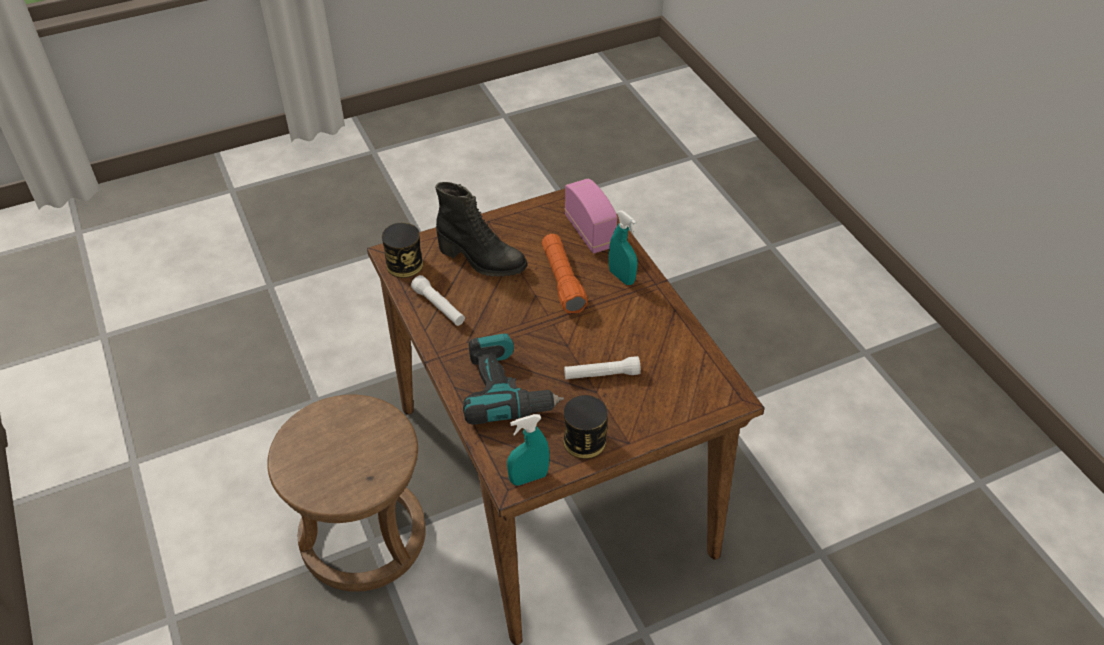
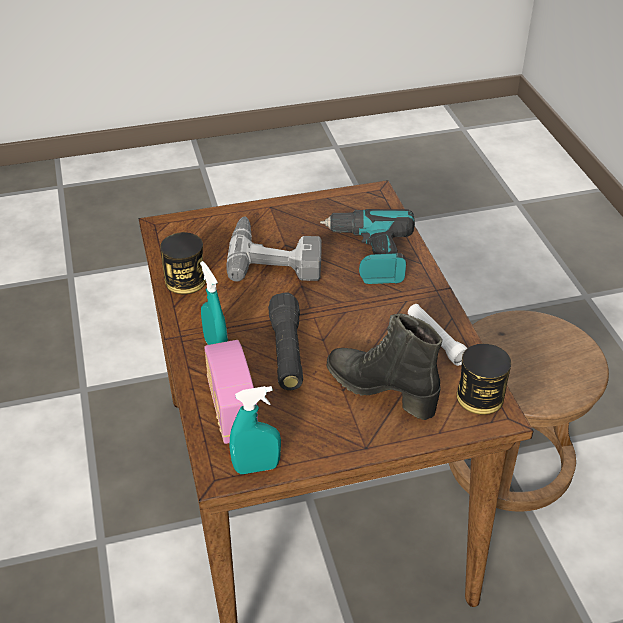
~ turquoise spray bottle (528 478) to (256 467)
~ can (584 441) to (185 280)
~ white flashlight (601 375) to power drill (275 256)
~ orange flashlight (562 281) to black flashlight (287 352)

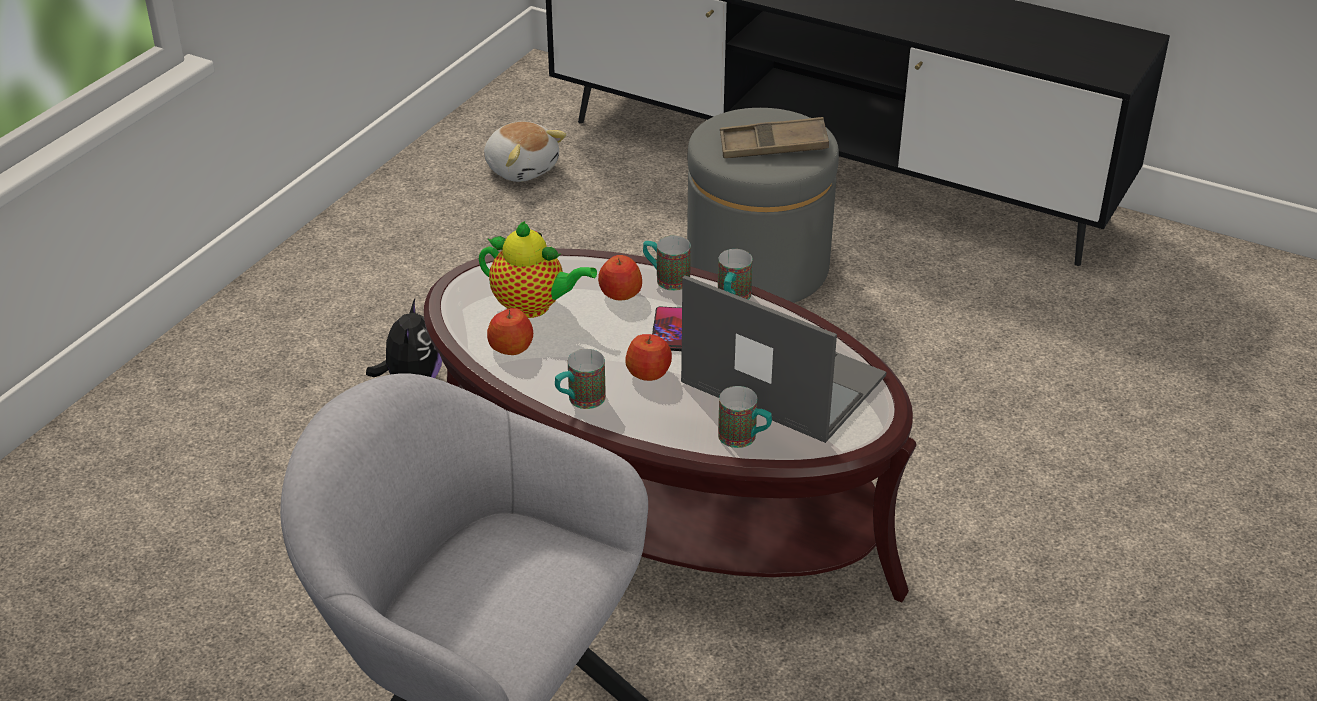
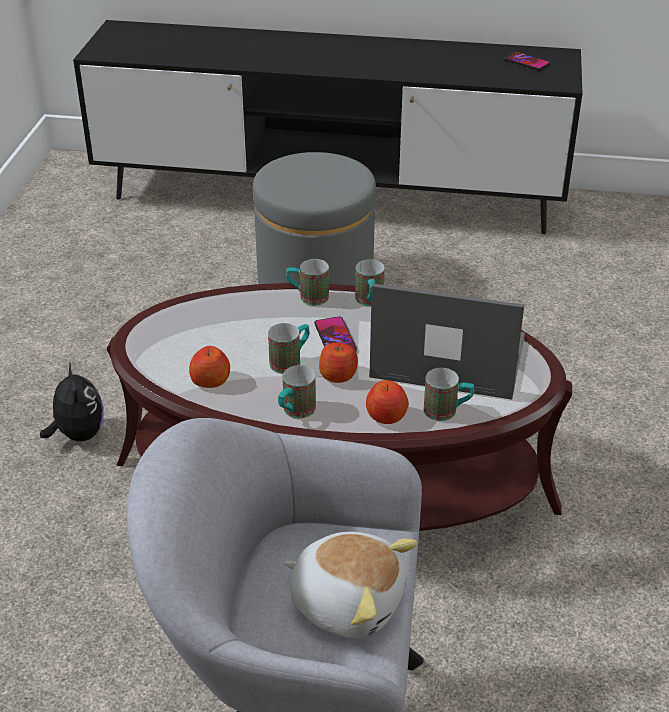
- teapot (533 307)
- brown tray (773 146)
+ mug (290 361)
+ phone (526 62)
~ plush toy (522 168) to (348 601)
~ apple (620 293) to (386 416)

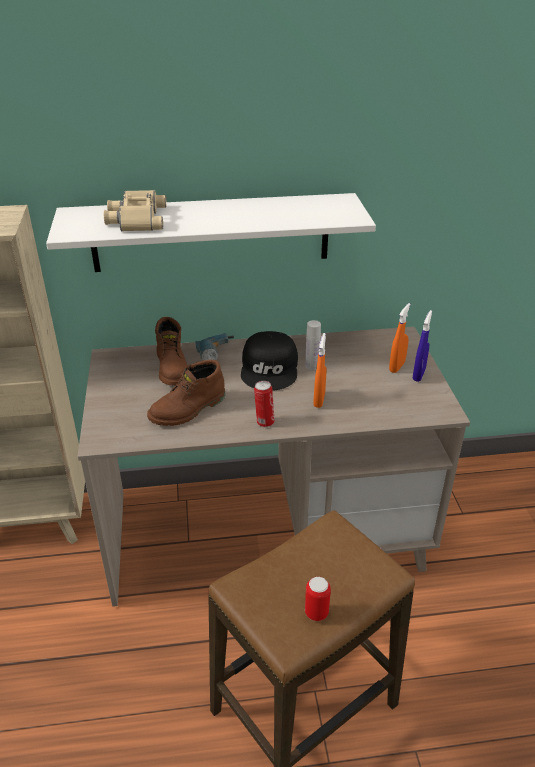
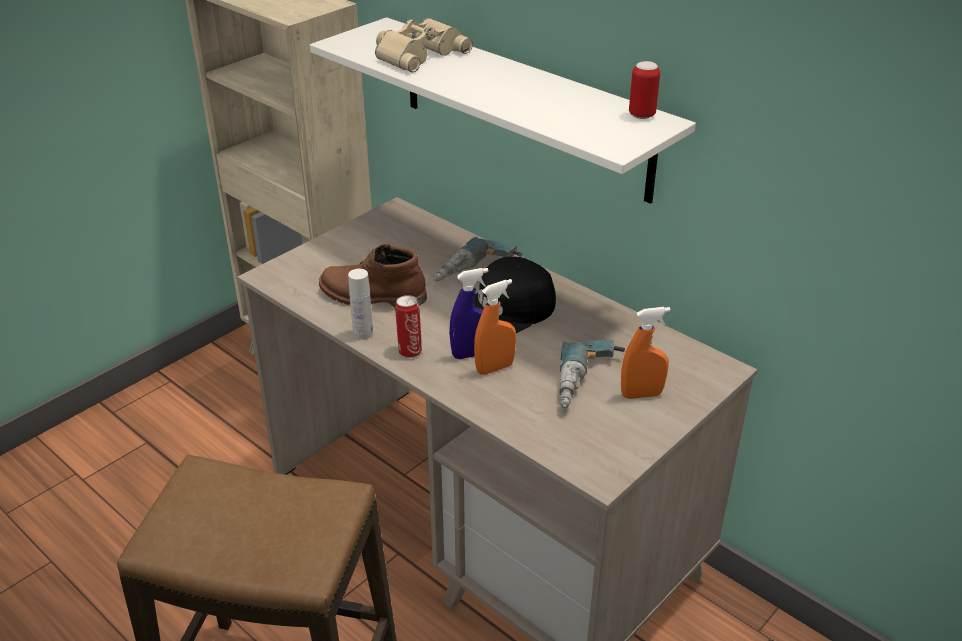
- brown boot (173 368)
+ power drill (589 384)
~ white bottle (312 366) to (363 333)
~ can (316 613) to (641 115)
~ blue spray bottle (418 375) to (471 354)

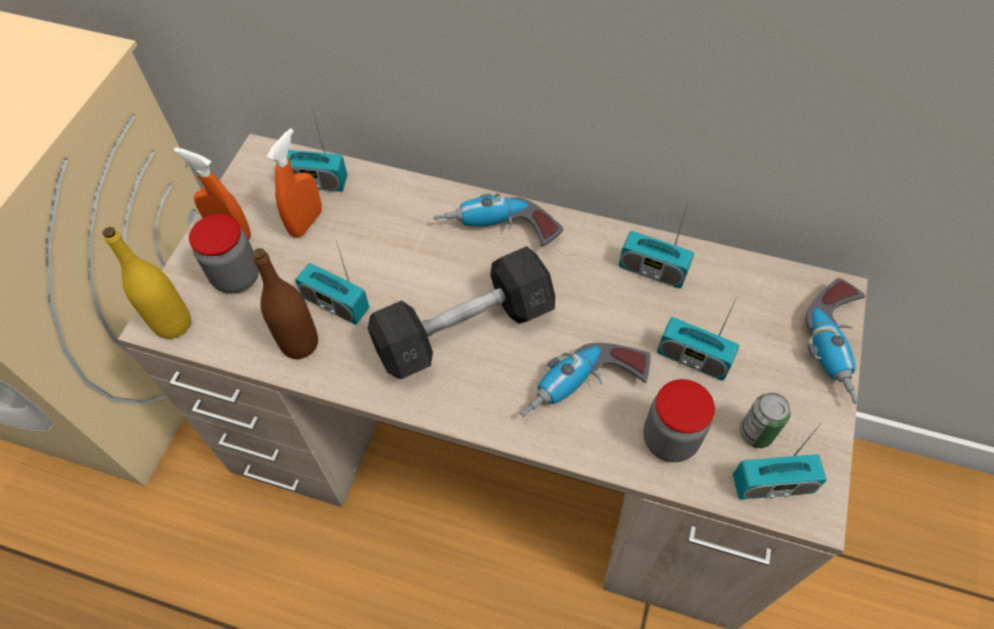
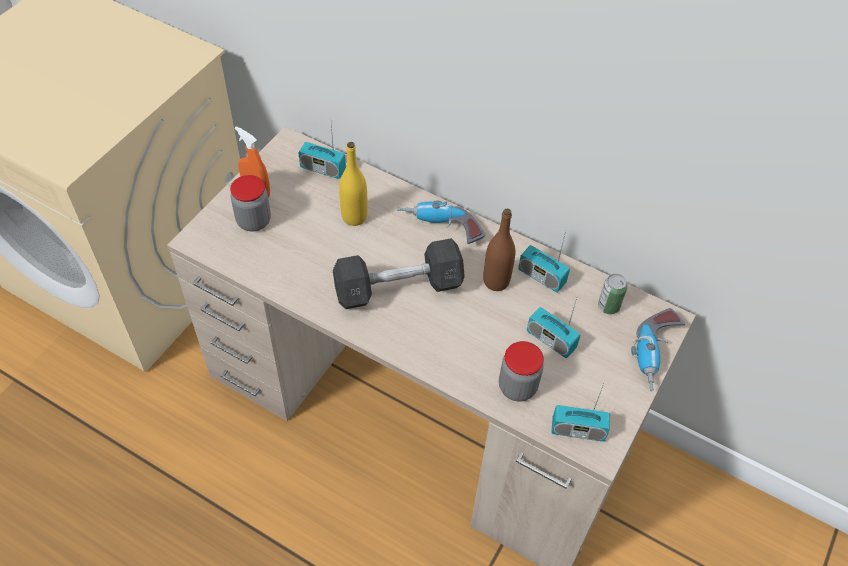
- orange spray bottle (306 223)
- radio (336 304)
- power drill (583 390)
~ yellow bottle (173 324) to (354 217)
~ brown bottle (300 343) to (496 281)
~ can (756 433) to (608 306)

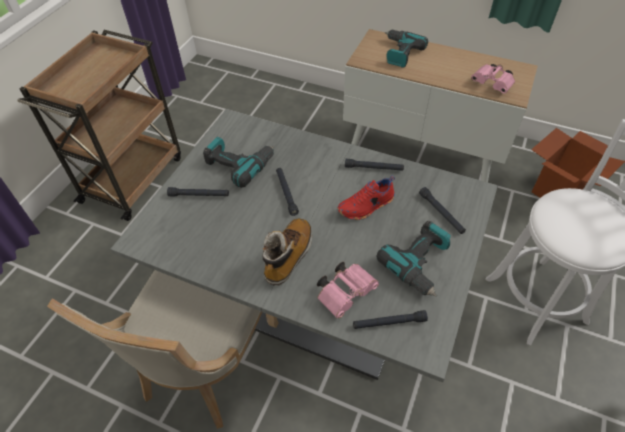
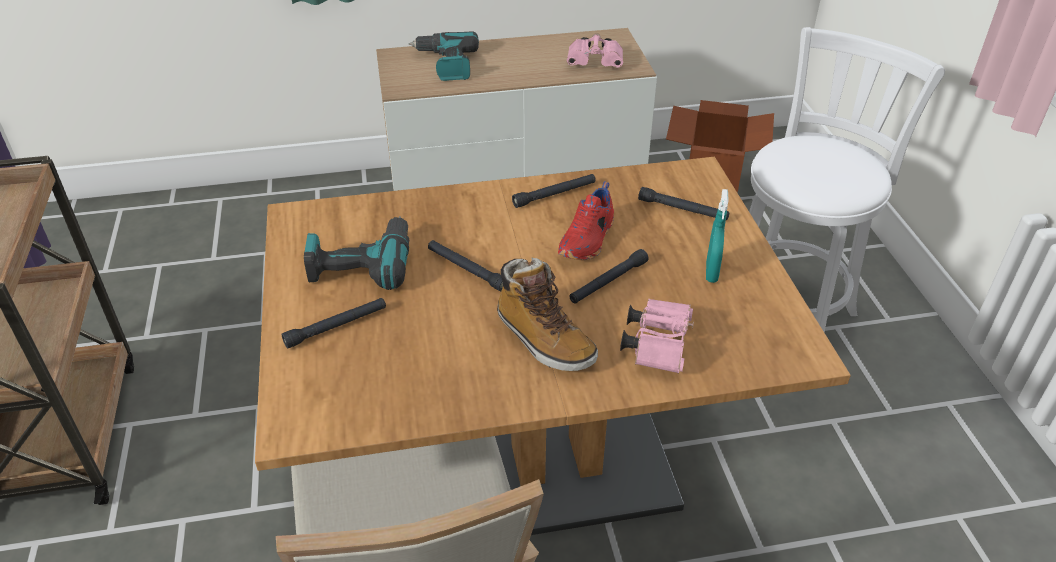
~ black flashlight (389 323) to (608 282)
~ power drill (420 264) to turquoise spray bottle (711 272)
~ grey dining table (314 309) to brown dining table (527 469)
~ boot (288 256) = (544 340) 150 degrees clockwise

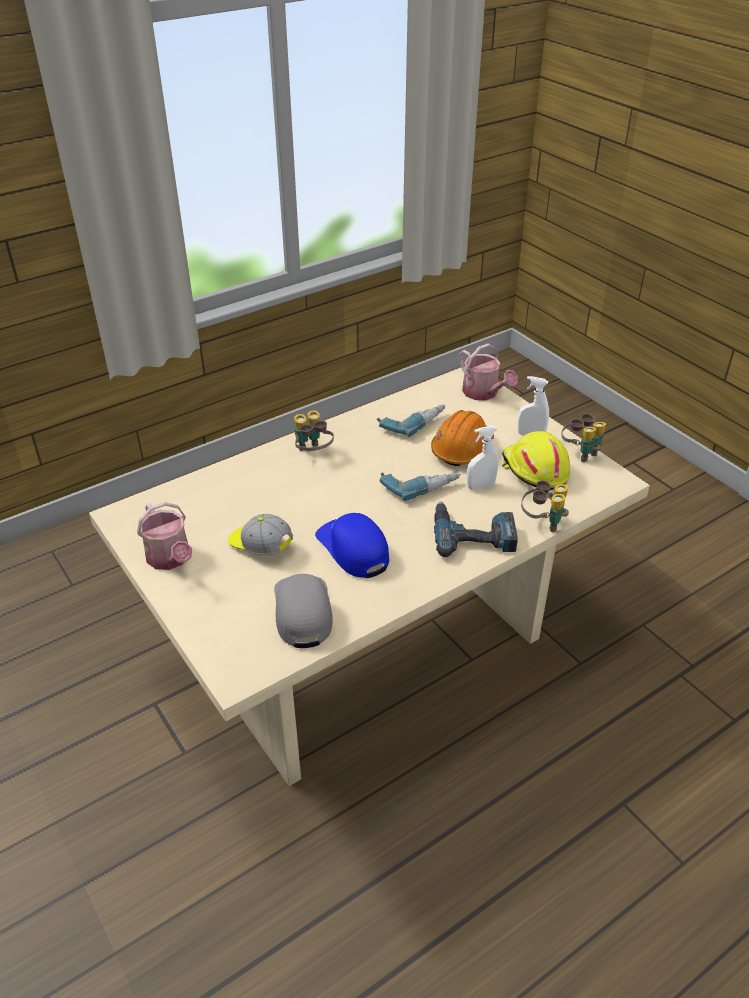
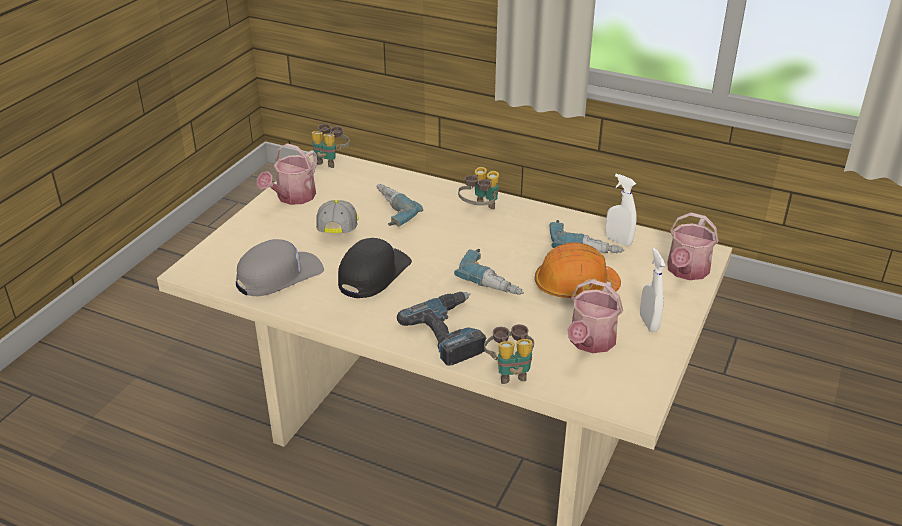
+ power drill (388 212)
~ white spray bottle (480 486) to (618 241)
~ binoculars (580 452) to (330 161)
~ yellow hard hat (534 470) to watering can (590 342)
~ blue cap (353 549) to black cap (373 274)

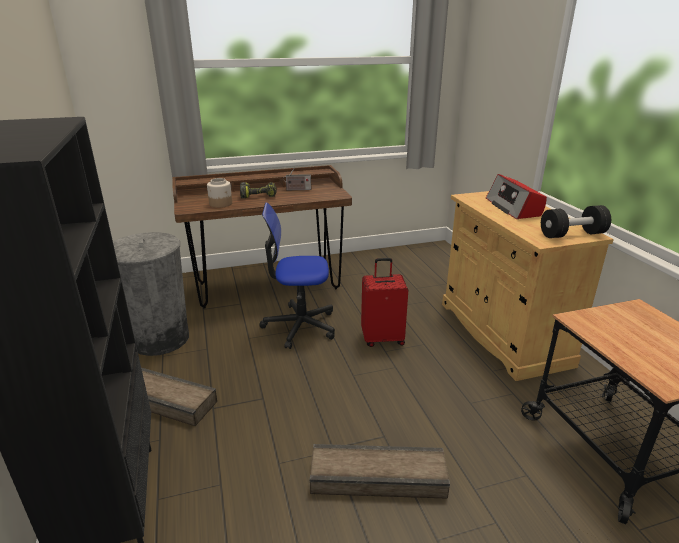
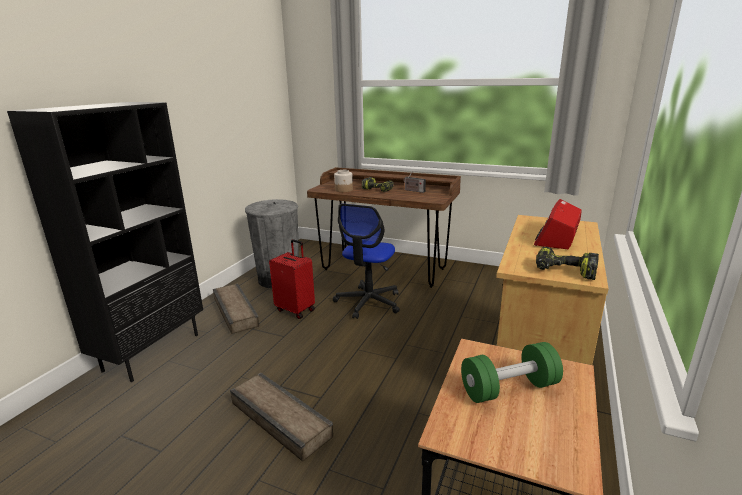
+ green dumbbell (509 388)
~ red suitcase (382 338) to (296 310)
~ black dumbbell (572 234) to power drill (564 271)
~ office chair (300 326) = (368 302) 105 degrees counterclockwise

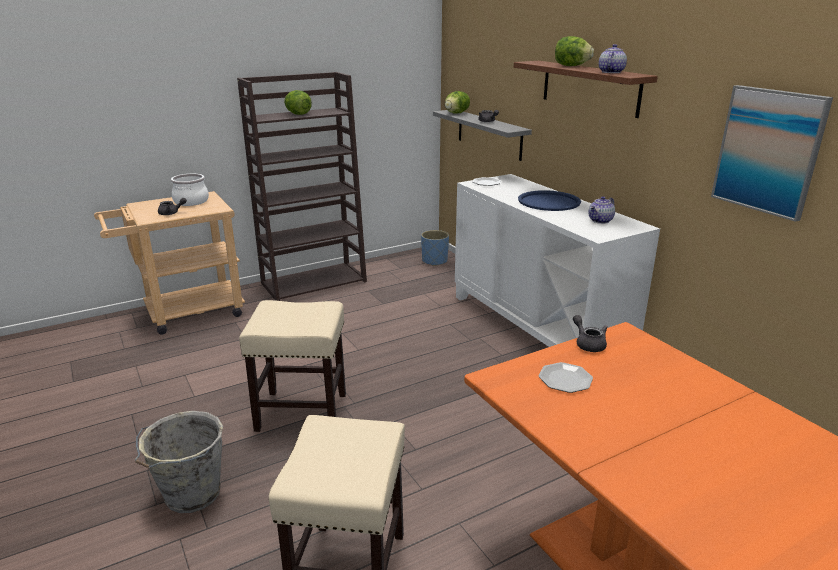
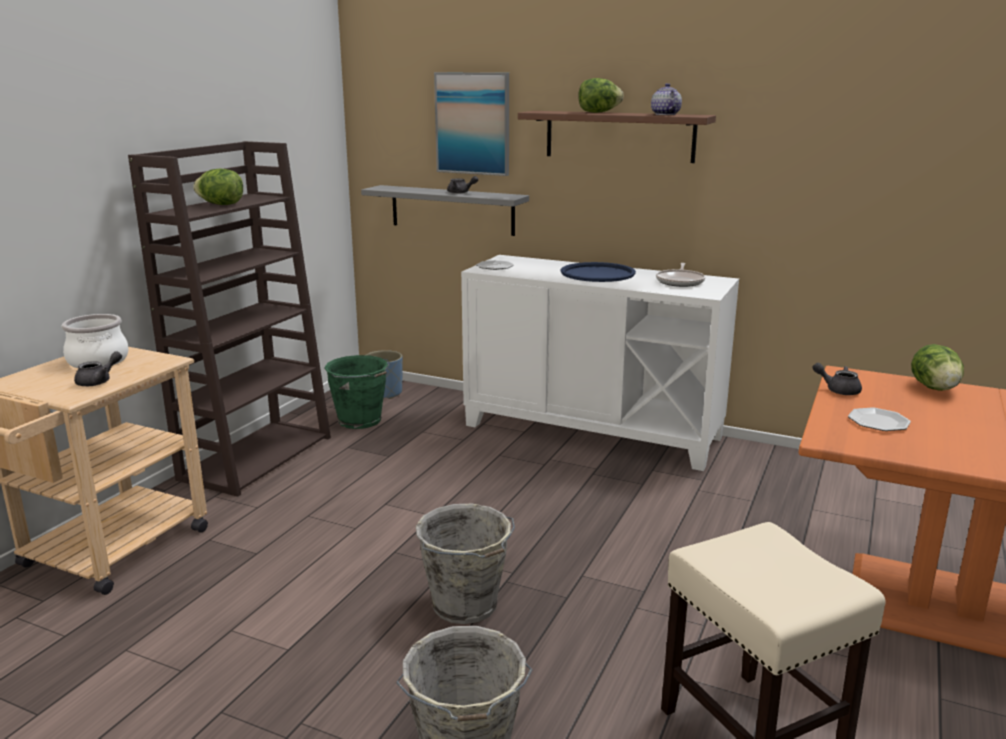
+ green bucket (361 421)
~ lettuce (456 113) to (935 388)
~ picture (768 151) to (473 123)
~ beige stool (303 411) to grey bucket (466 606)
~ teapot (600 221) to frying pan (680 281)

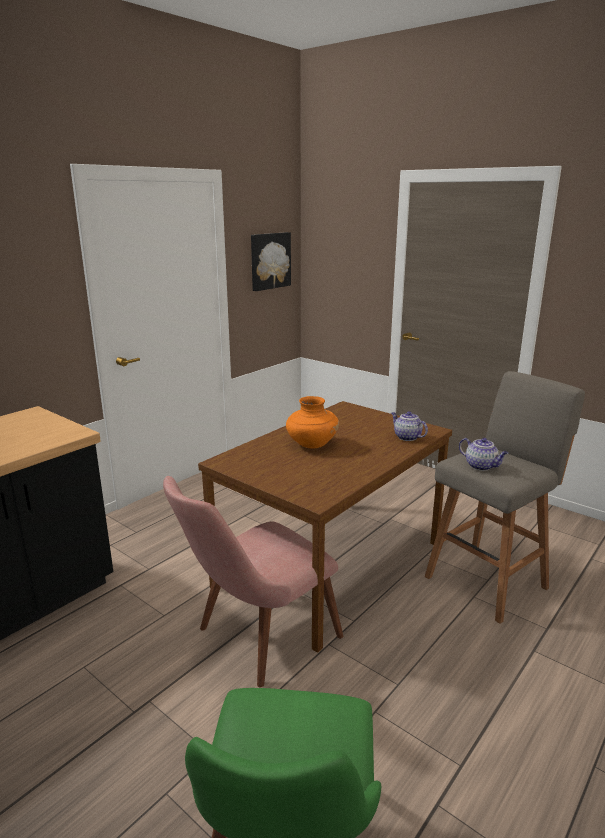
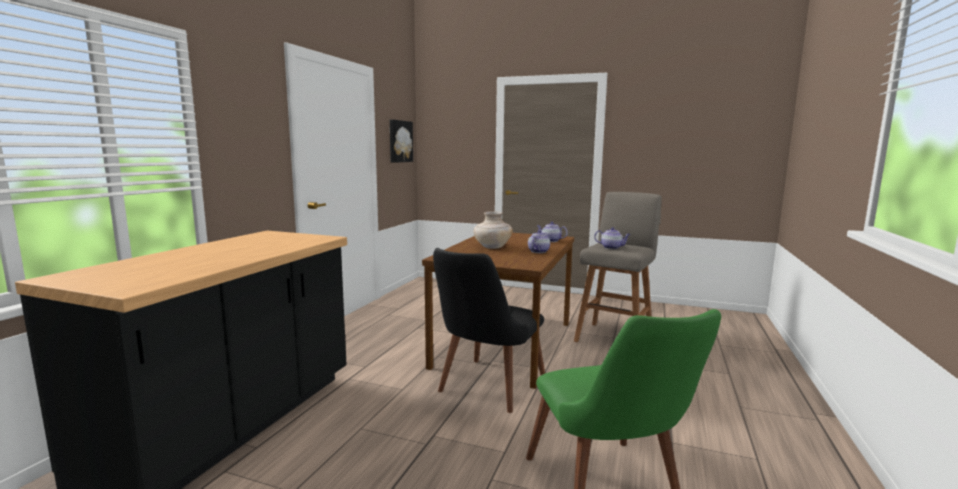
+ teapot (538 251)
~ pink chair (255 640) to black chair (486 390)
~ orange vase (311 444) to beige vase (492 247)

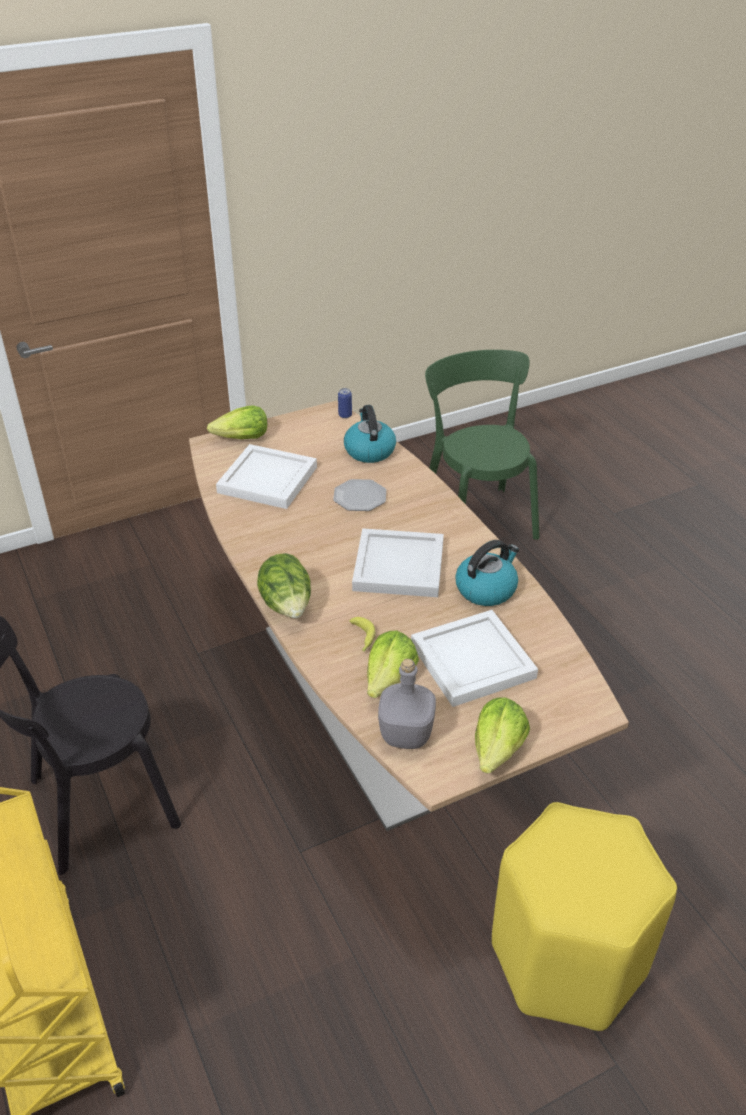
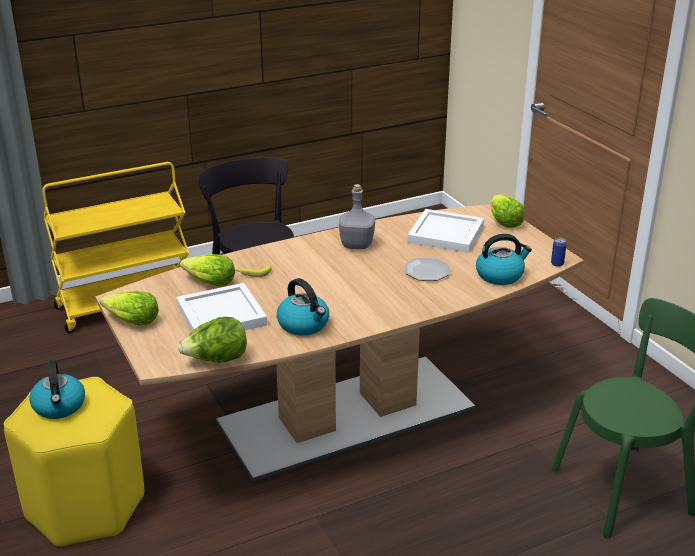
- white tray (397 567)
+ kettle (59 406)
~ lettuce (287 606) to (216 360)
~ grey bottle (406 734) to (357 245)

